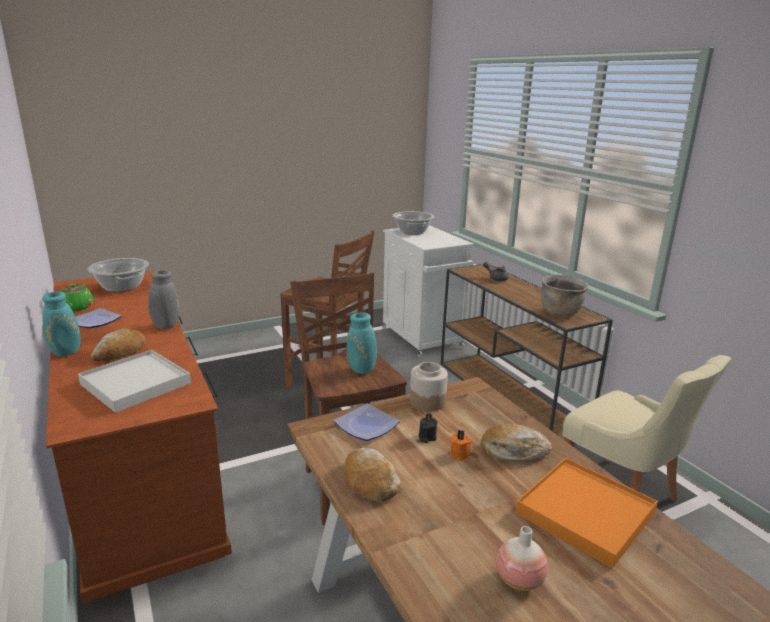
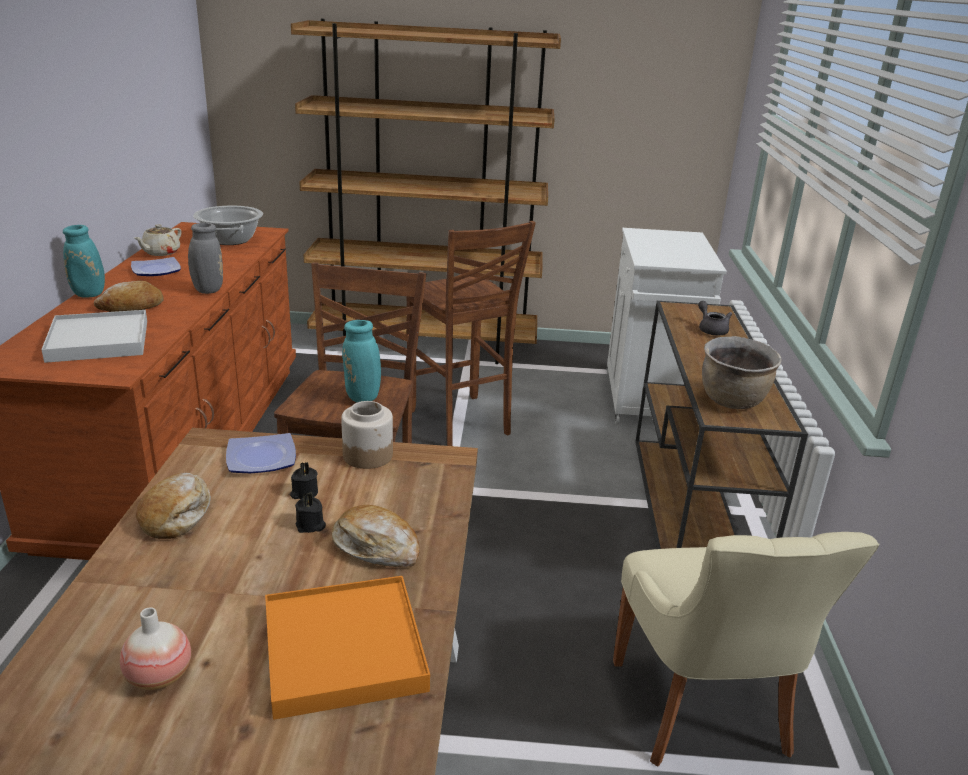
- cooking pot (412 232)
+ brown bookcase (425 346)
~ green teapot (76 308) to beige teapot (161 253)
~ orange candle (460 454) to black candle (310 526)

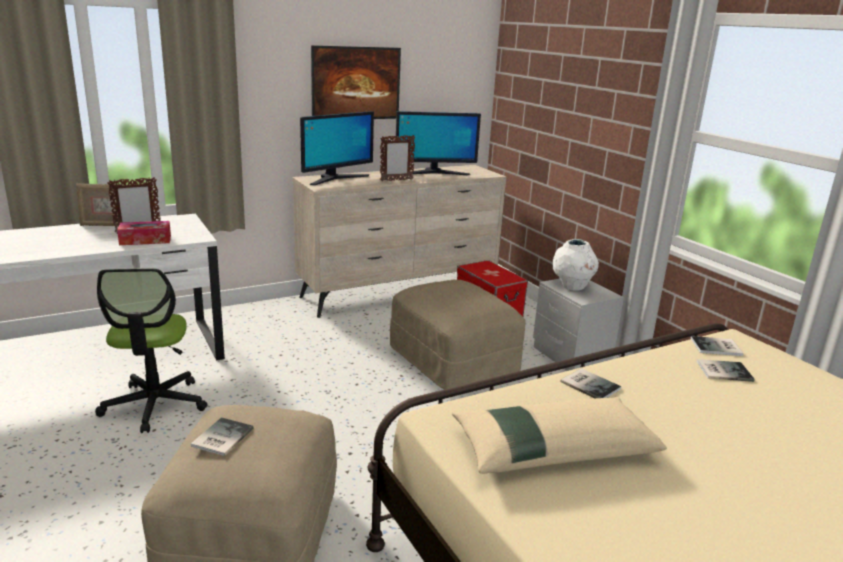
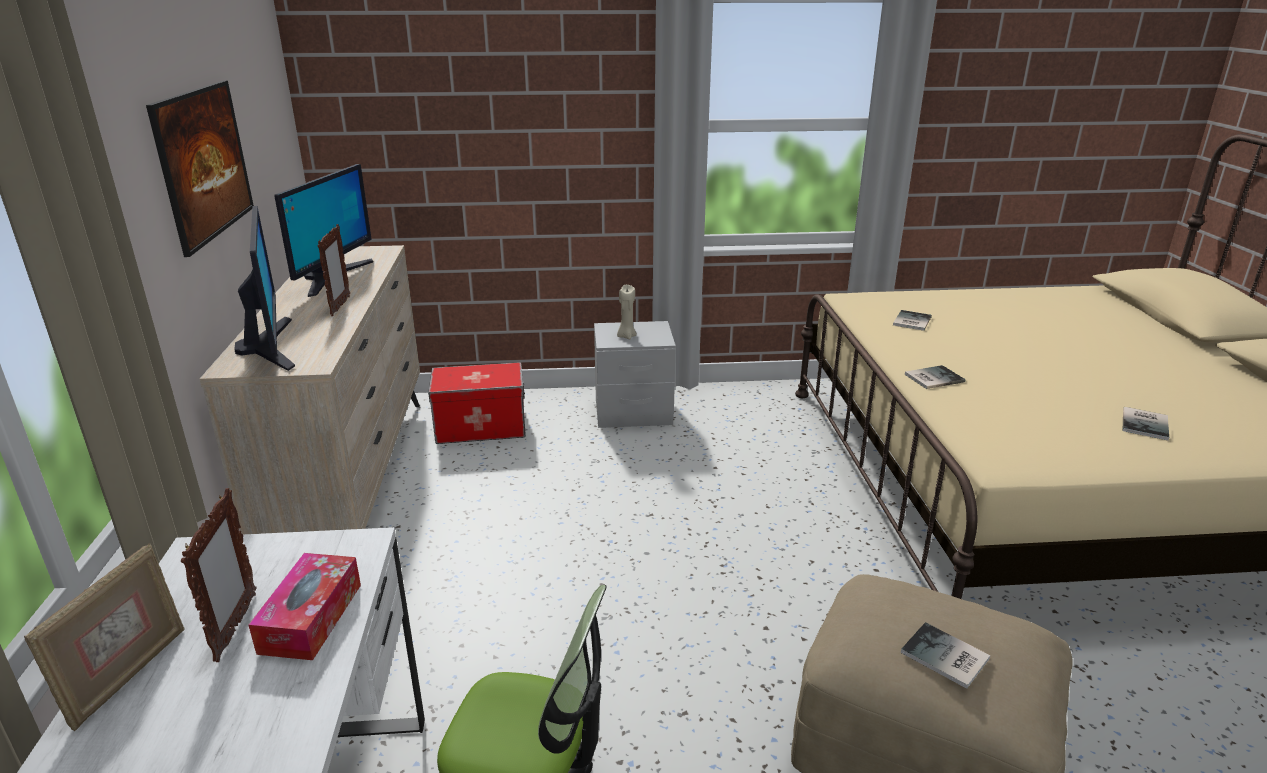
- beige ottoman (452 362)
- beige pillow (552 448)
~ book (717 347) to (1146 424)
~ white vase (572 287) to beige candle (626 336)

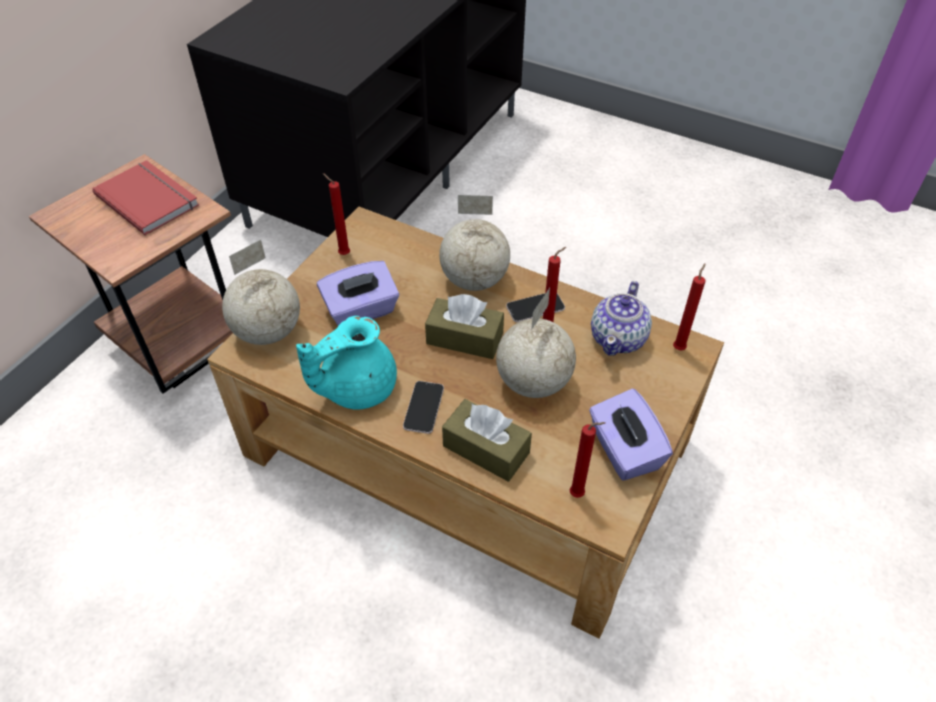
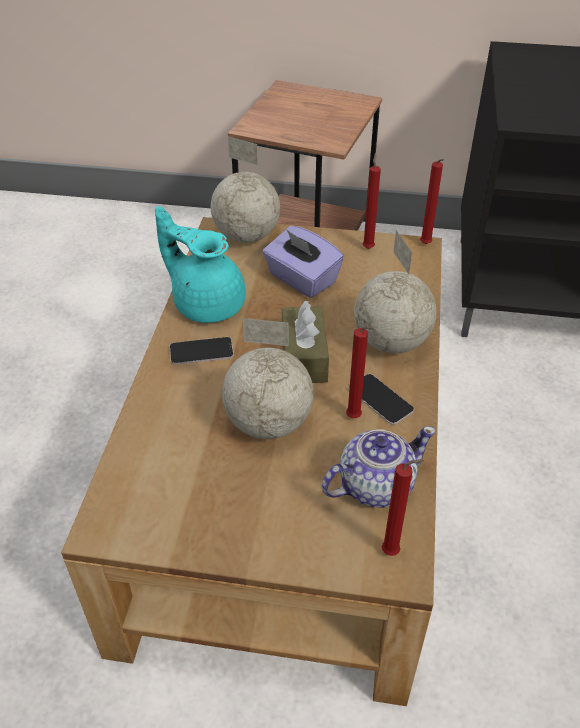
- red book (149 199)
- brown tissue box (486 449)
- purple tissue box (624 451)
~ red candle (579 494) to (426 245)
~ teapot (618 338) = (374 485) 150 degrees clockwise

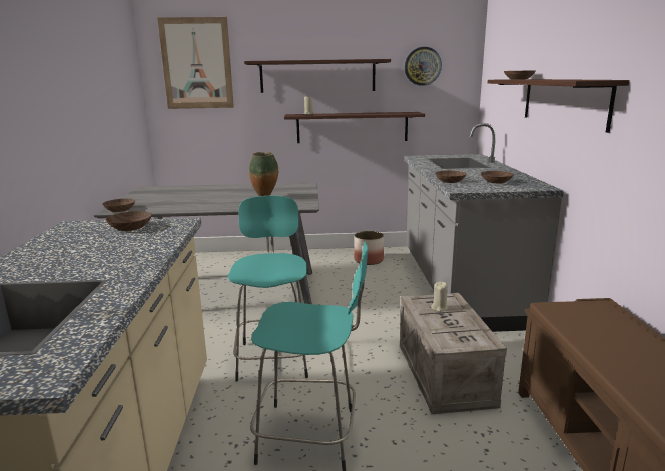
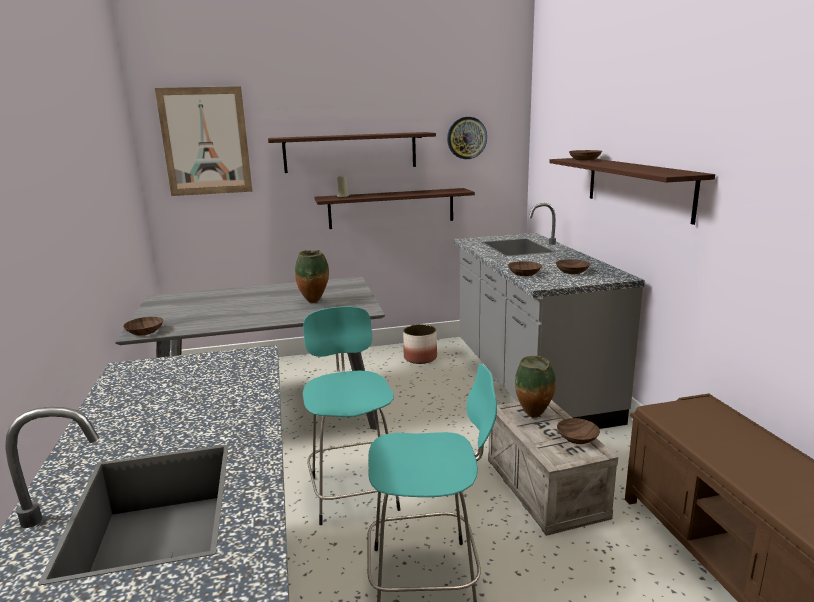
~ brown bowl (131 227) to (578 437)
~ beige candle (439 308) to vase (534 416)

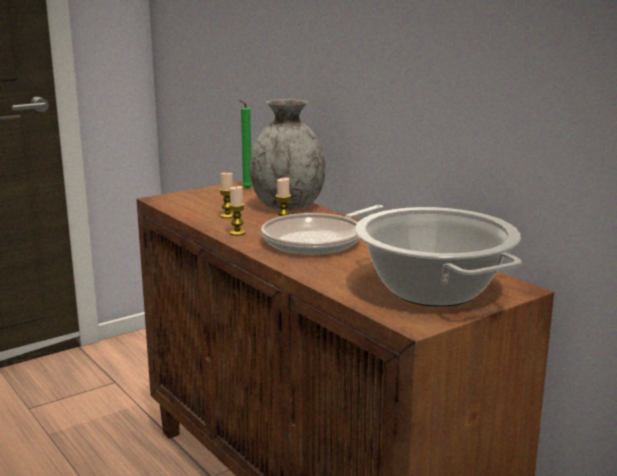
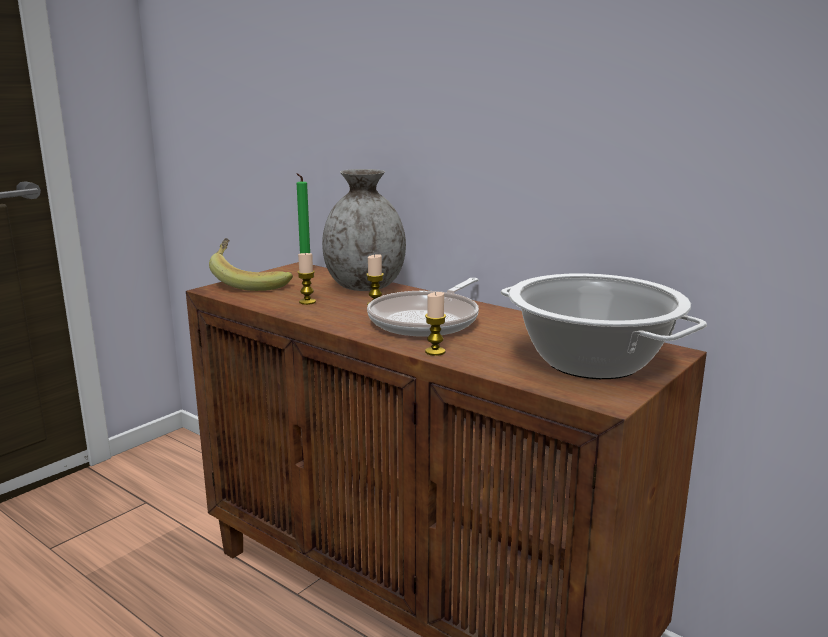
+ banana (250 283)
~ candle (237 233) to (435 352)

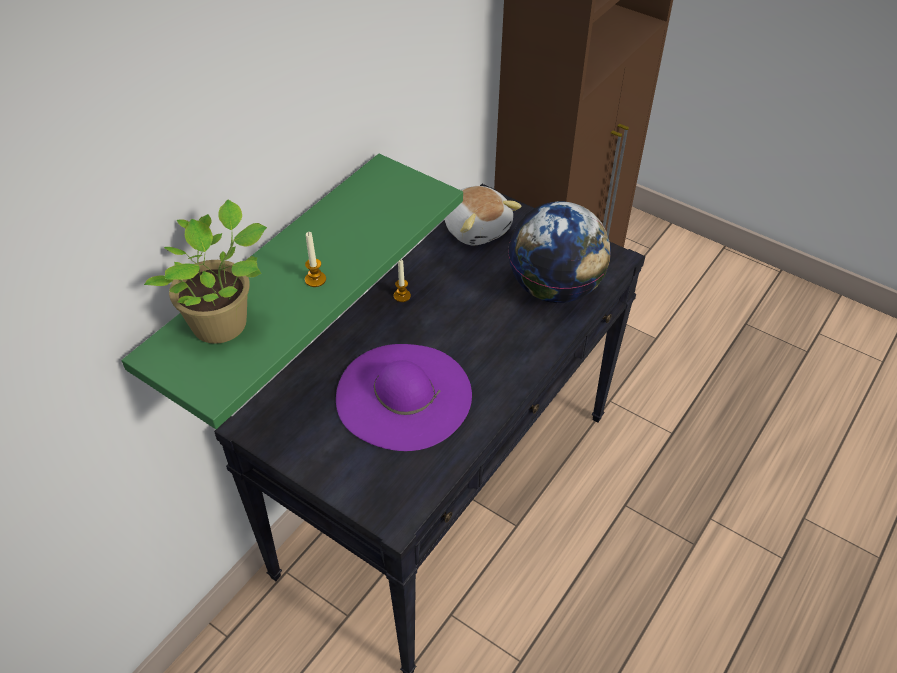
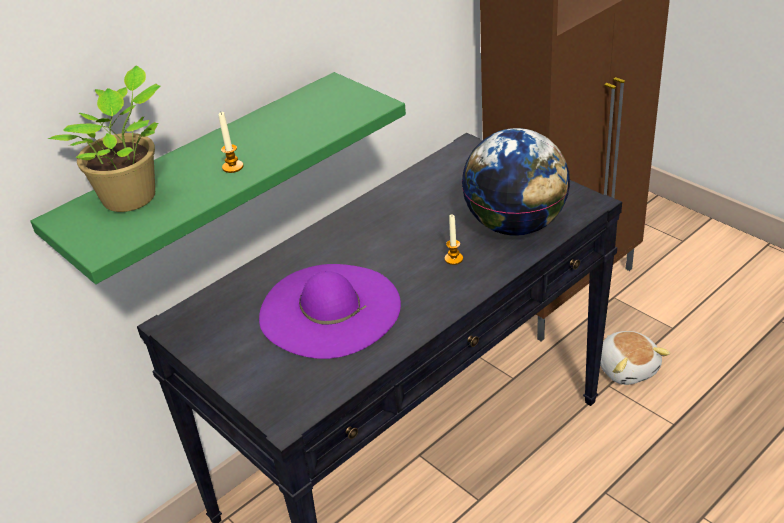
~ candle (402 296) to (453 259)
~ plush toy (477 228) to (627 368)

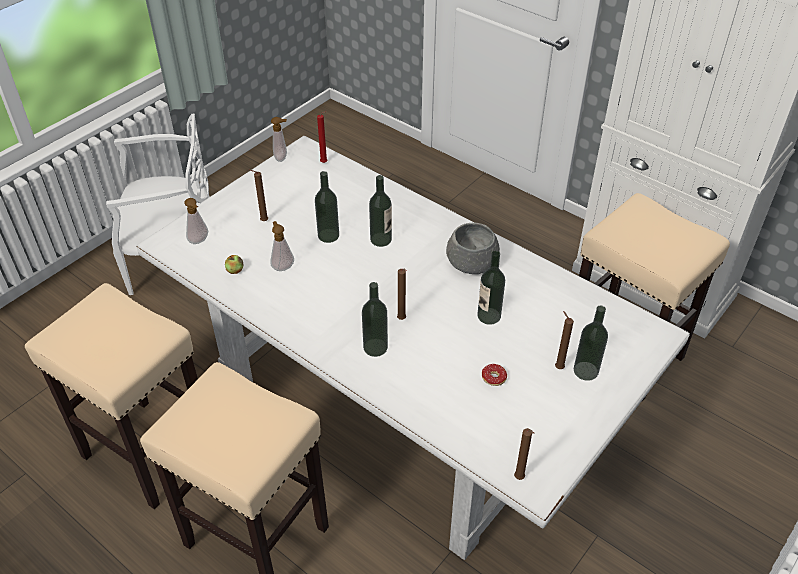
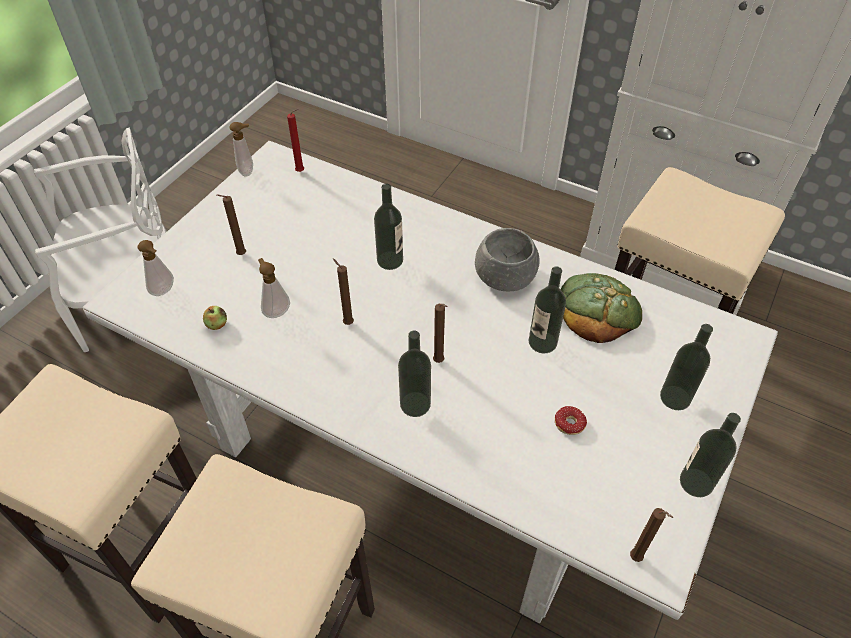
+ bread (597 310)
~ bottle (328 235) to (696 482)
~ brown candle (558 367) to (347 322)

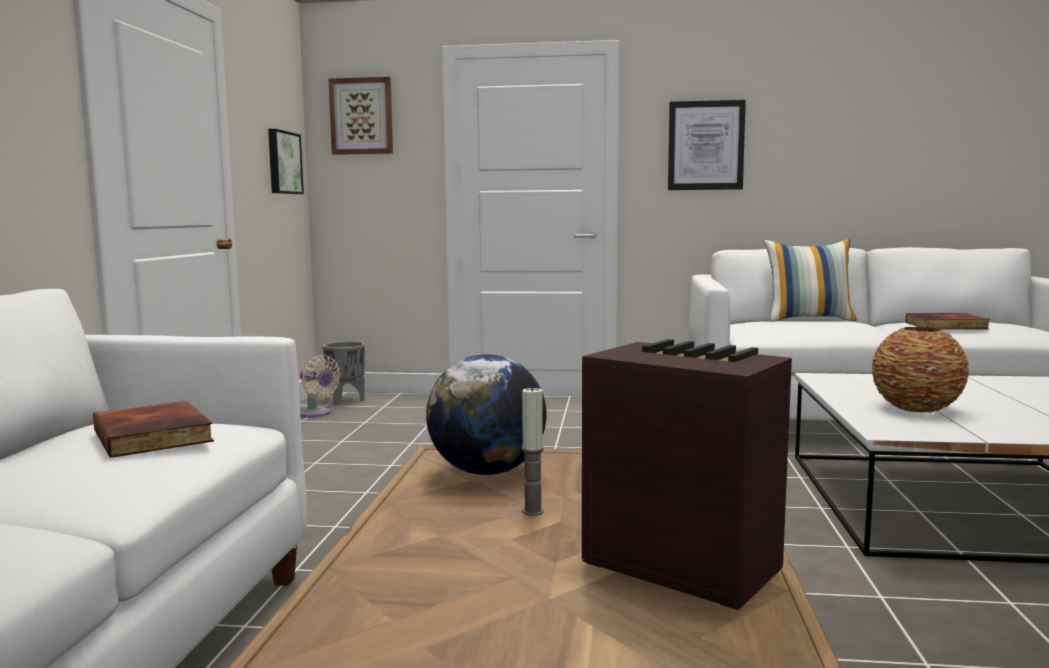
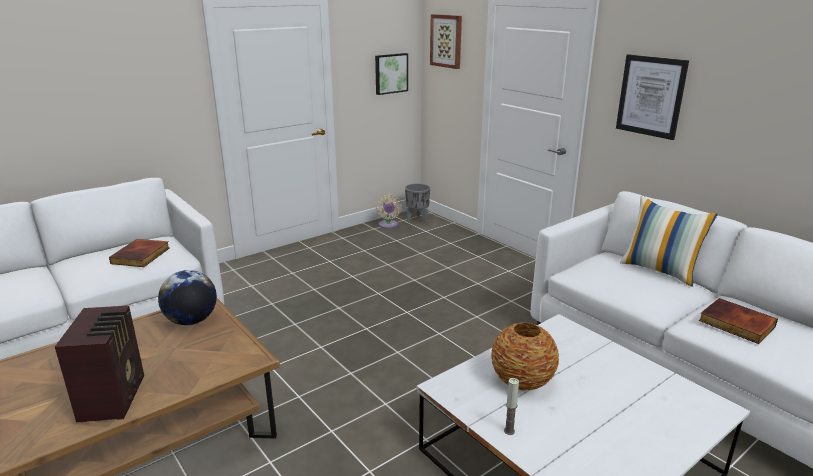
~ candle (533 511) to (509 431)

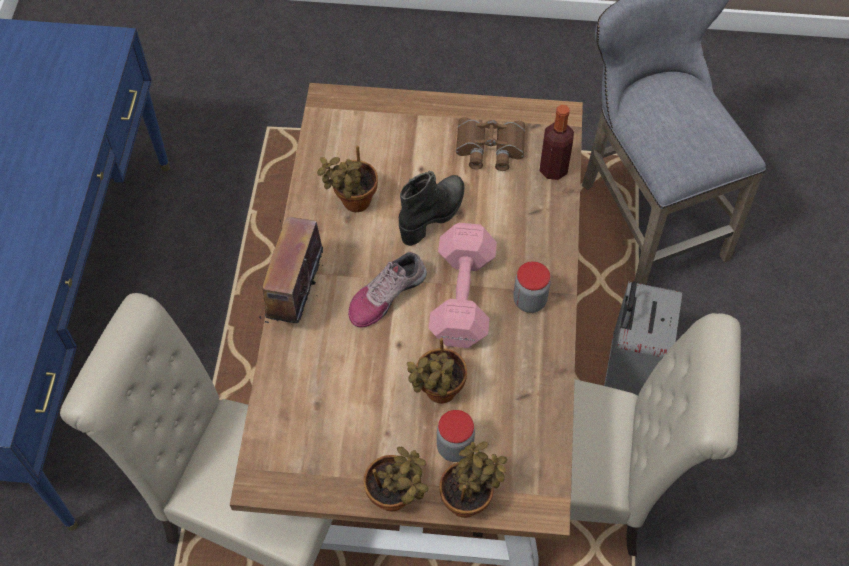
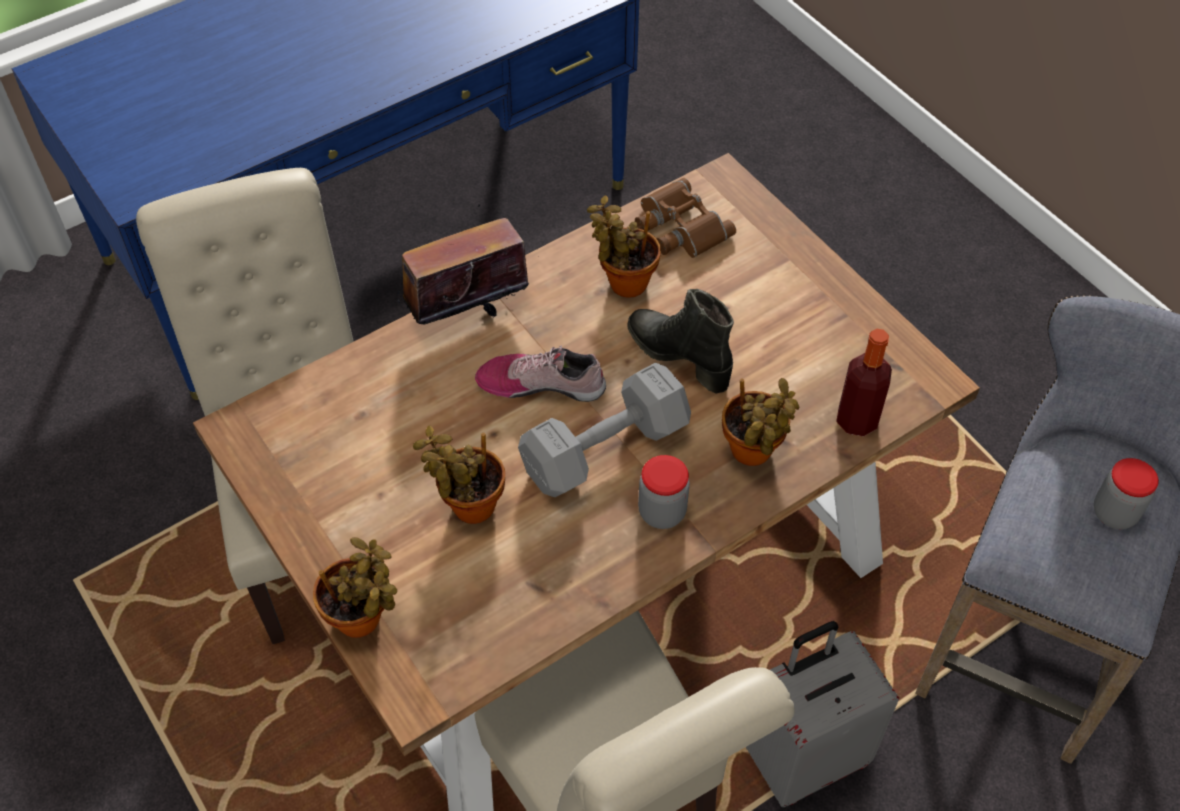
~ potted plant (396 497) to (753 454)
~ jar (454 447) to (1114 513)
~ brown binoculars (489 148) to (678 227)
~ pink dumbbell (464 295) to grey dumbbell (609 448)
~ black boot (433 215) = (679 357) 135 degrees counterclockwise

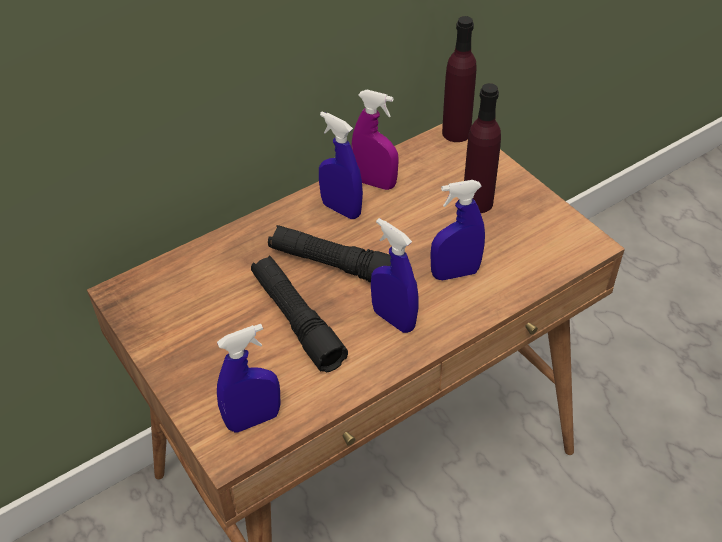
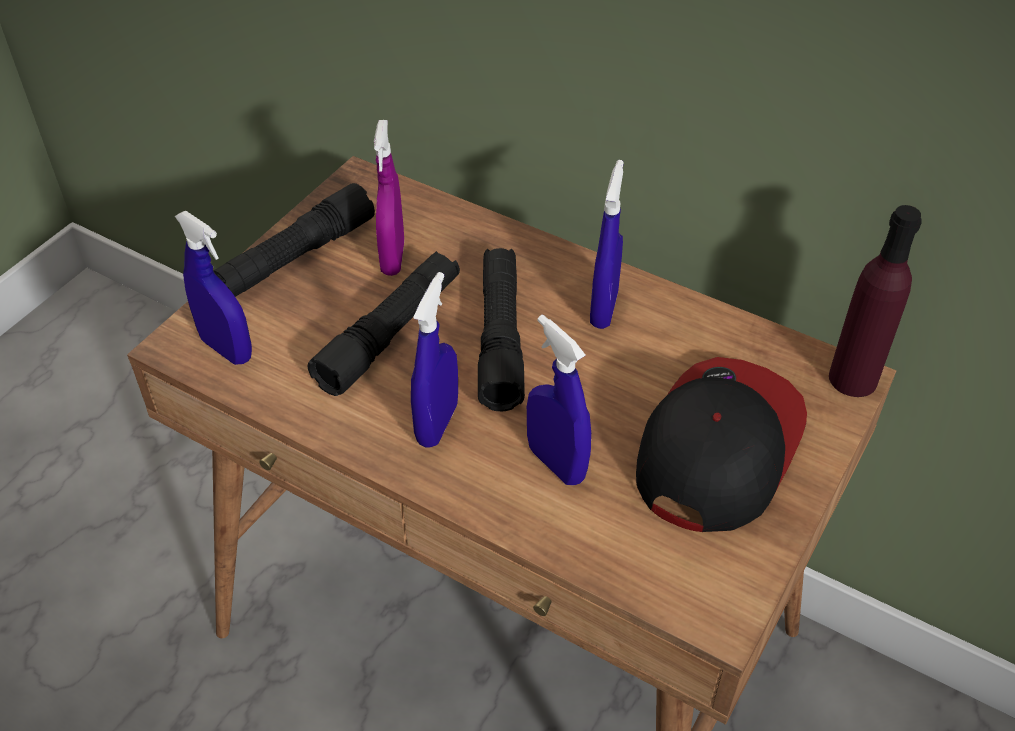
+ black flashlight (294 258)
~ purple spray bottle (374 183) to (393 258)
~ purple bottle (477 202) to cap (717 447)

